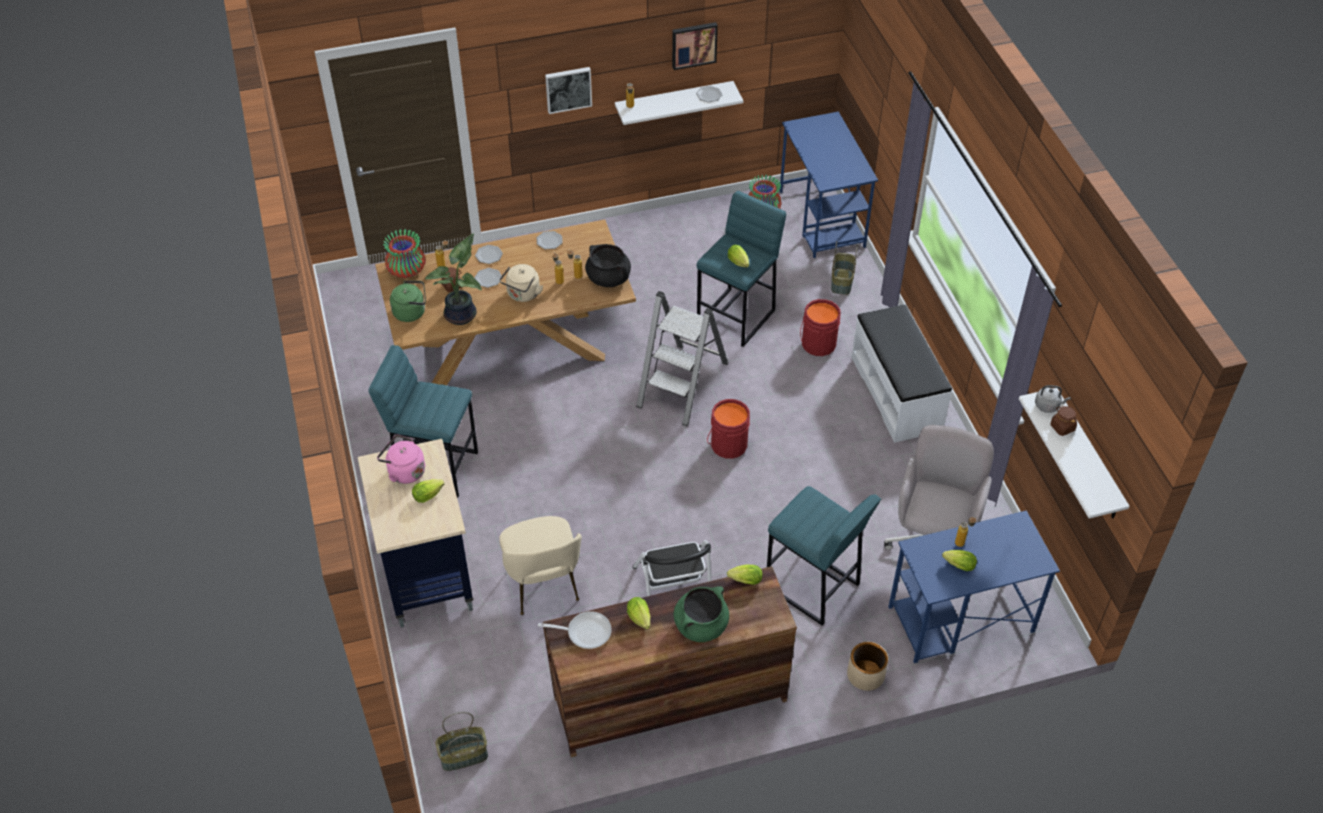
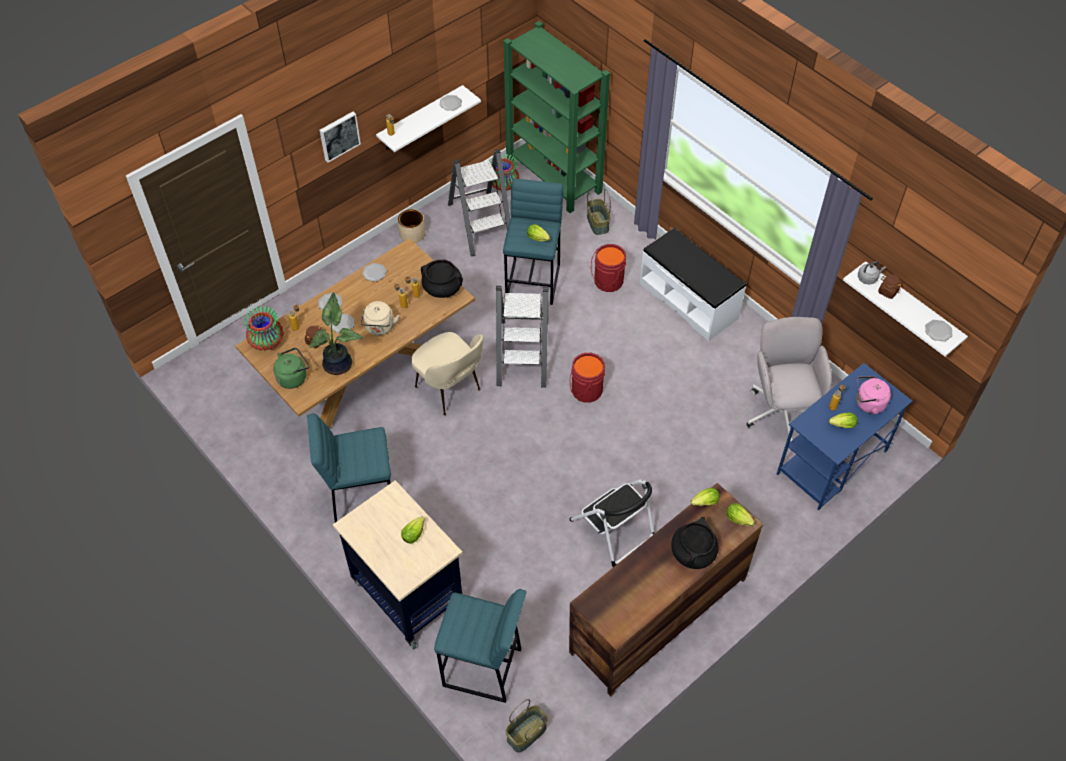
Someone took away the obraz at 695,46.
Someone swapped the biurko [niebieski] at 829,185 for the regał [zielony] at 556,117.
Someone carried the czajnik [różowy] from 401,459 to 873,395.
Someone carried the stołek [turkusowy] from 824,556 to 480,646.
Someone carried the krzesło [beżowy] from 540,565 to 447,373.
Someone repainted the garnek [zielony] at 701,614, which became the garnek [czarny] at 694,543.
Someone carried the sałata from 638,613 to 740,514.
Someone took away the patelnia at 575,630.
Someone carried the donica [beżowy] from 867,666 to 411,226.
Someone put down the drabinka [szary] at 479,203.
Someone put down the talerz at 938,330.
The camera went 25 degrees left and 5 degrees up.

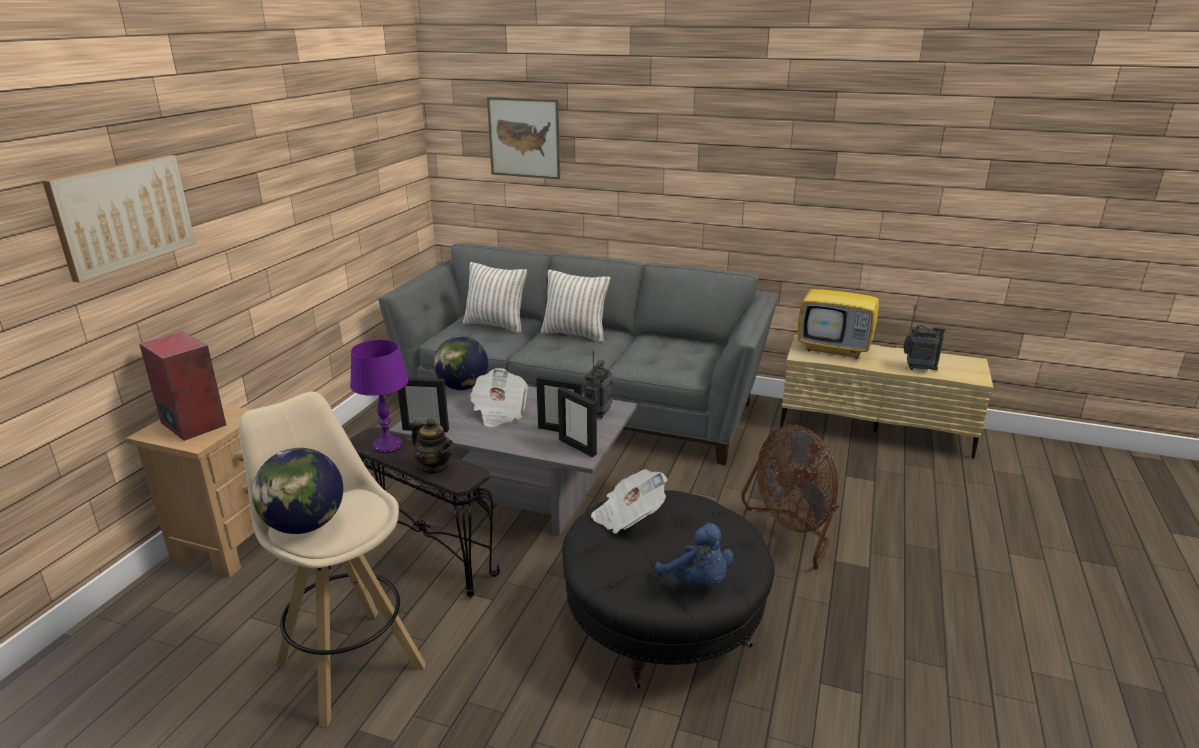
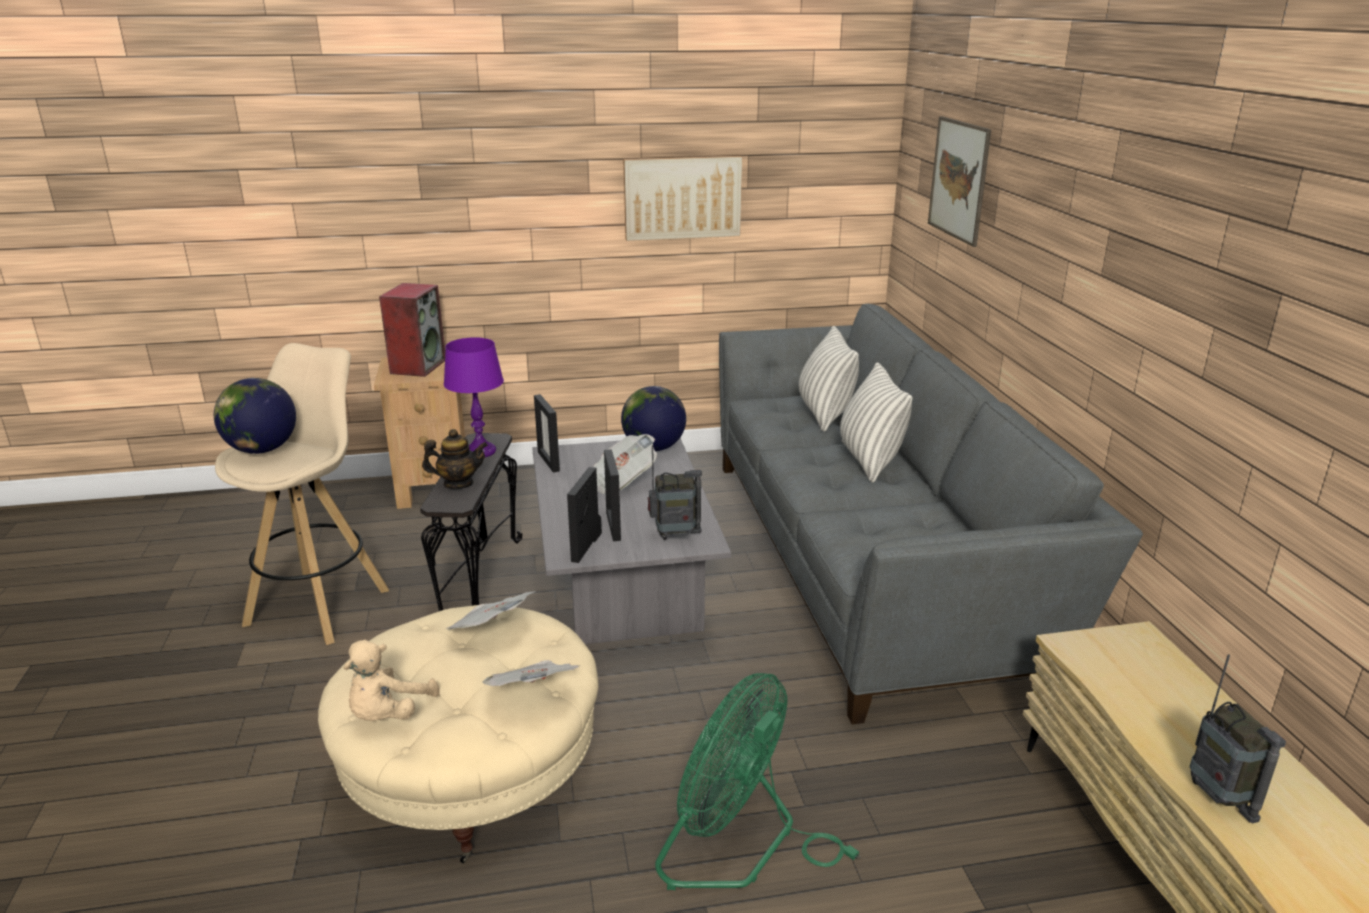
Someone carried the obraz from 119,219 to 682,198.
Someone took away the telewizor at 838,308.
Someone rotated the imbryk at 432,446 by 105 degrees counterclockwise.
Someone repainted the wentylator [brązowy] at 790,497, which became the wentylator [zielony] at 757,782.
Someone repainted the pufa [czarny] at 668,589, which became the pufa [beżowy] at 458,734.
Someone repainted the pluszak [niebieski] at 694,554, which became the pluszak [beżowy] at 392,680.
Someone put down the gazeta at 531,673.
The camera went 60 degrees right and 0 degrees up.

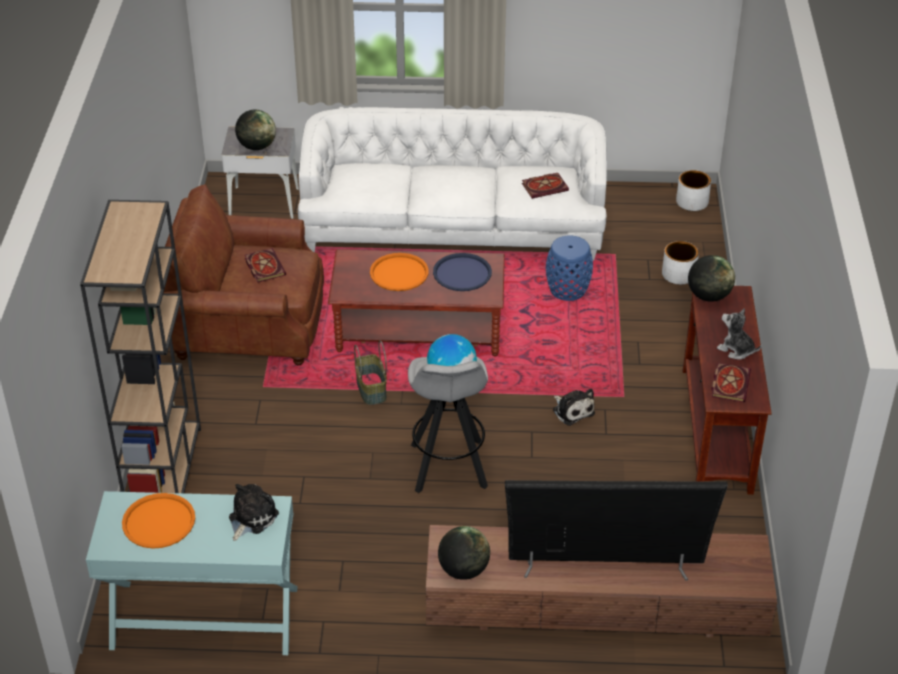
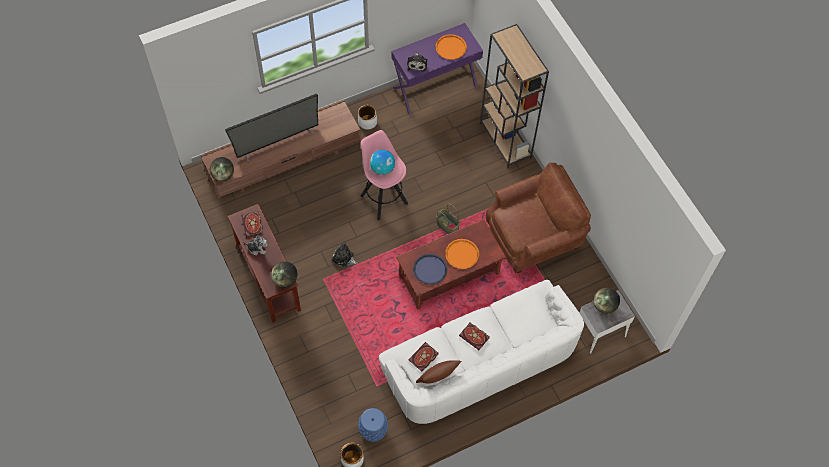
Someone carried the stołek [niebieski] from 569,268 to 373,425.
Someone carried the donica [biały] from 680,263 to 367,117.
Someone carried the książka from 265,265 to 474,336.
Someone repainted the stołek [szary] at 448,425, which became the stołek [różowy] at 384,175.
Someone repainted the biurko [turkusowy] at 192,573, which became the biurko [fioletowy] at 437,69.
Someone carried the globus from 464,553 to 222,169.
Someone put down the poduszka [brązowy] at 438,371.
The camera went 150 degrees right and 20 degrees up.

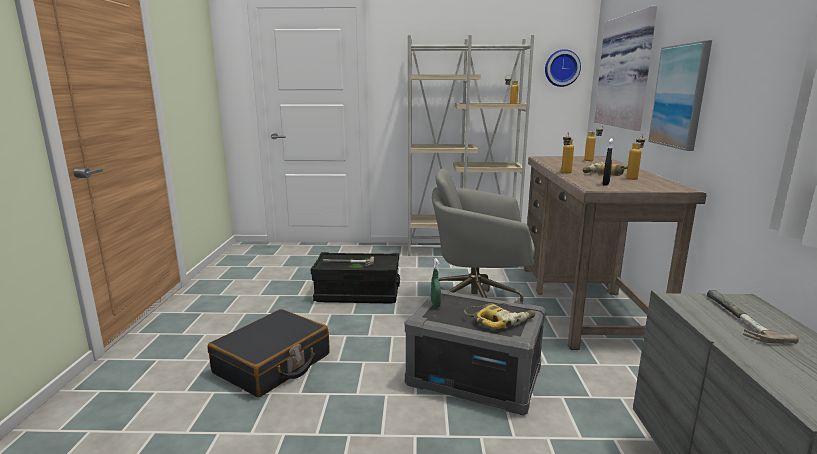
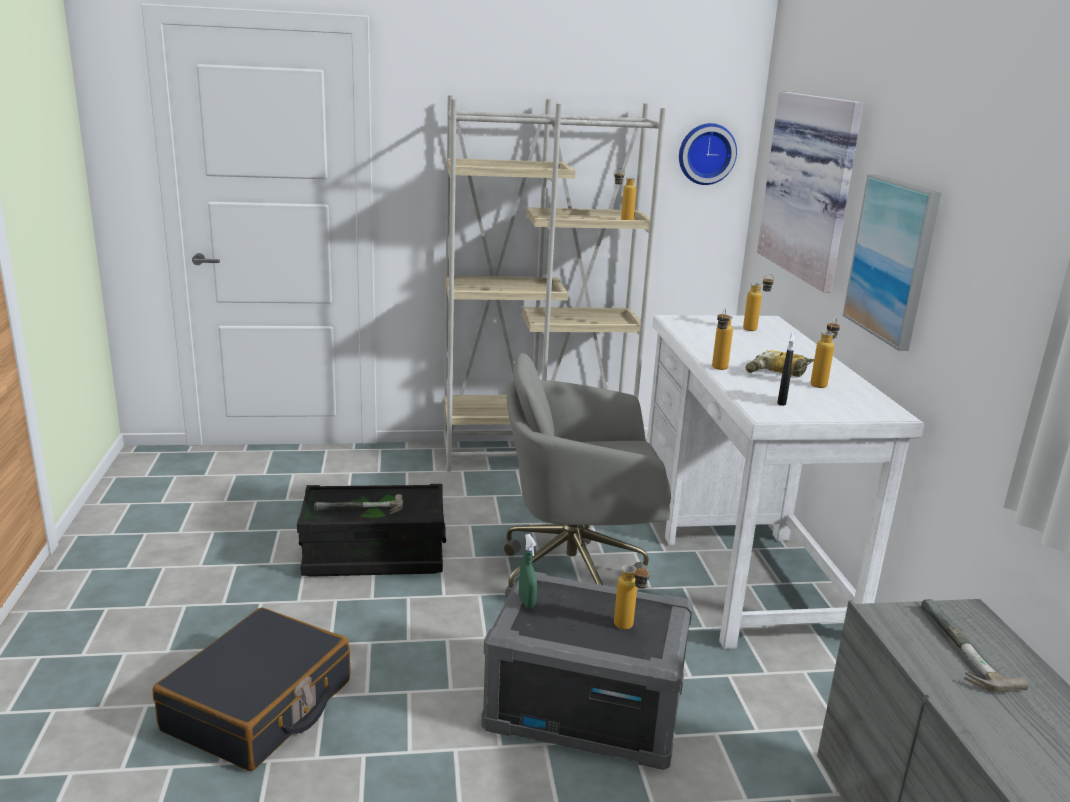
Someone repainted the biurko [brązowy] at 615,253, which became the biurko [biały] at 785,482.
Someone swapped the wiertarka at 500,316 for the butelka at 632,596.
The camera went 10 degrees left and 5 degrees up.

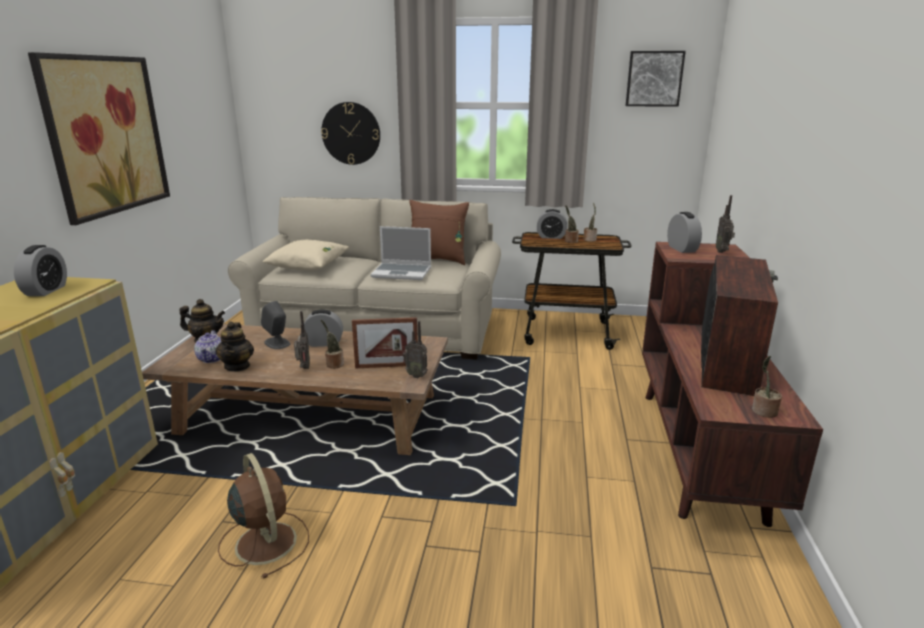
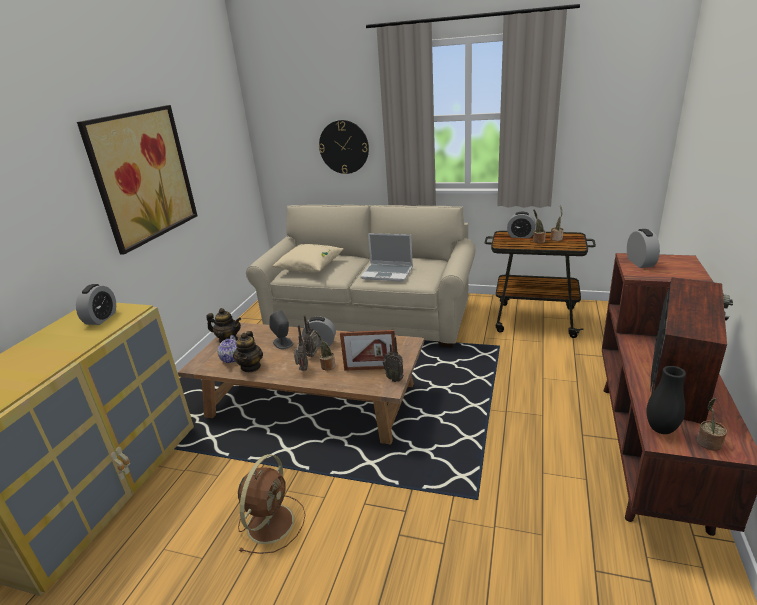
Someone took away the obraz at 656,79.
Someone carried the radio from 725,224 to 311,336.
Someone took away the poduszka [brązowy] at 439,232.
Someone rotated the wentylator [brązowy] at 263,516 by 45 degrees clockwise.
Someone put down the wazon [czarny] at 666,400.
The camera went 10 degrees right and 5 degrees up.

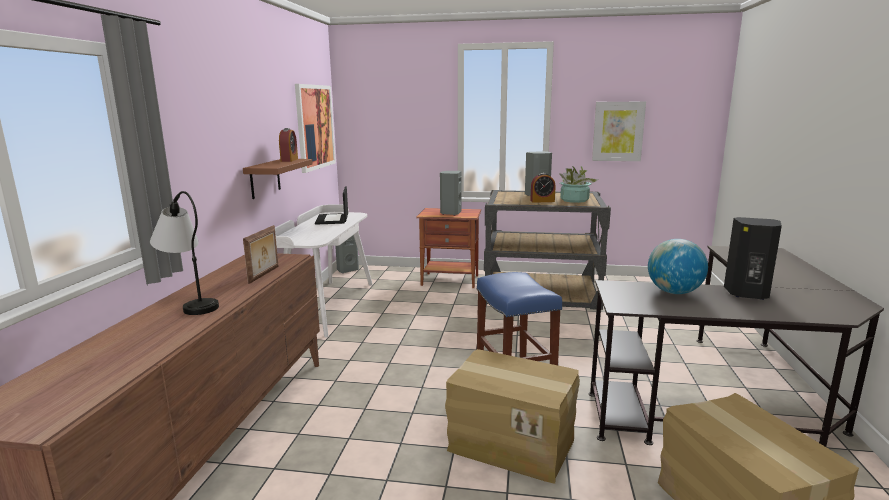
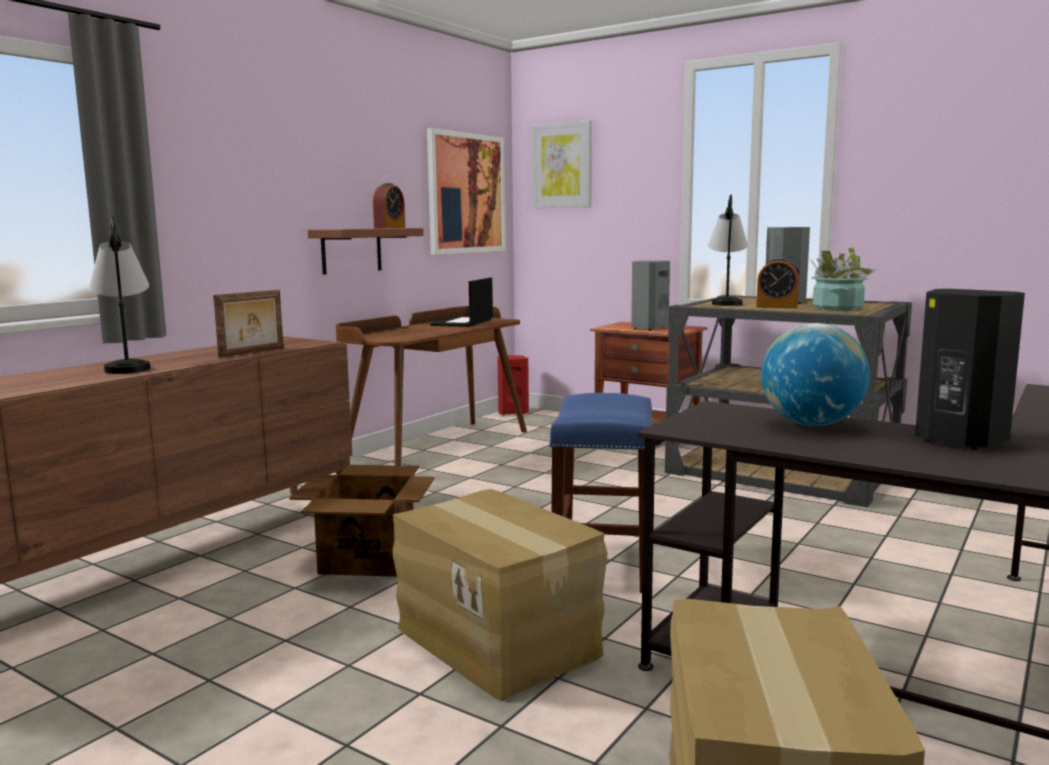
Someone carried the obraz from 619,131 to 562,164.
Someone repainted the biurko [biały] at 324,271, which became the biurko [brązowy] at 431,386.
Someone repainted the głośnik [szary] at 347,254, which became the głośnik [czerwony] at 513,385.
Someone put down the lampa stołowa at 728,250.
Someone put down the karton at 361,521.
The camera went 25 degrees right and 5 degrees down.

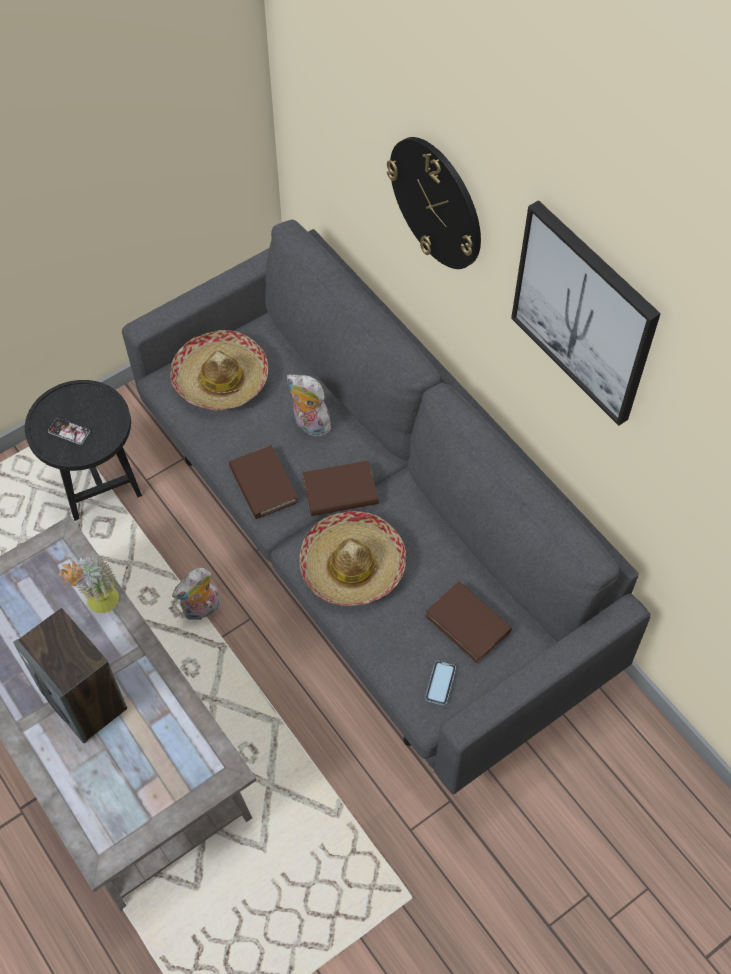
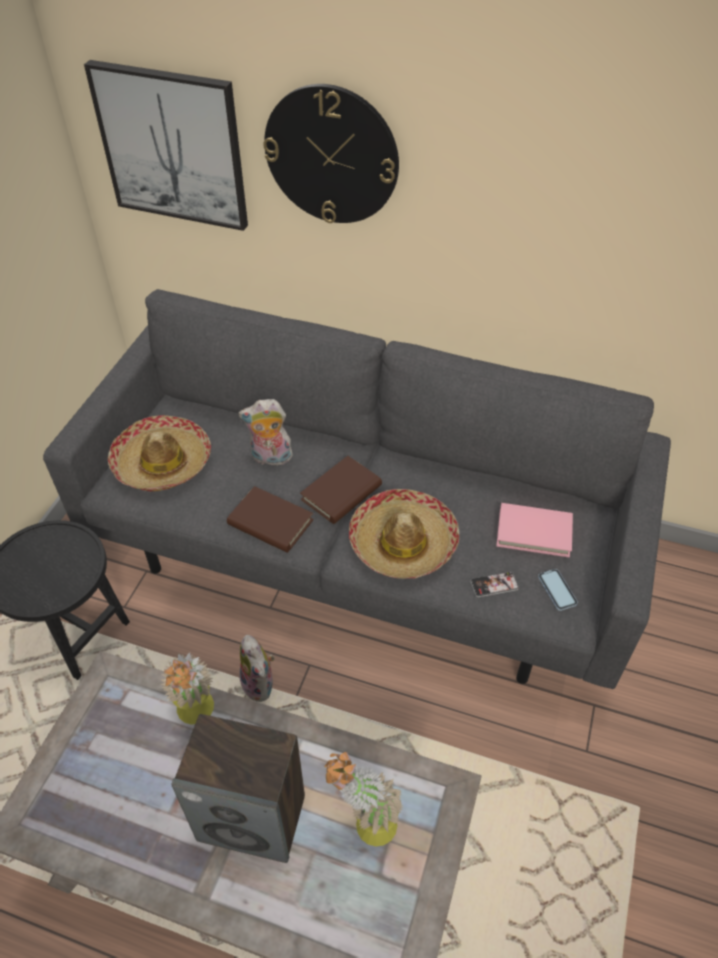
Someone carried the obraz from 586,313 to 166,145.
Someone carried the telefon from 69,431 to 494,584.
Someone rotated the pluszak at 196,594 by 45 degrees counterclockwise.
Someone repainted the książka [brązowy] at 468,622, which became the książka [różowy] at 534,530.
Someone put down the roślina doniczkowa at 363,799.
The camera went 35 degrees left and 10 degrees down.

